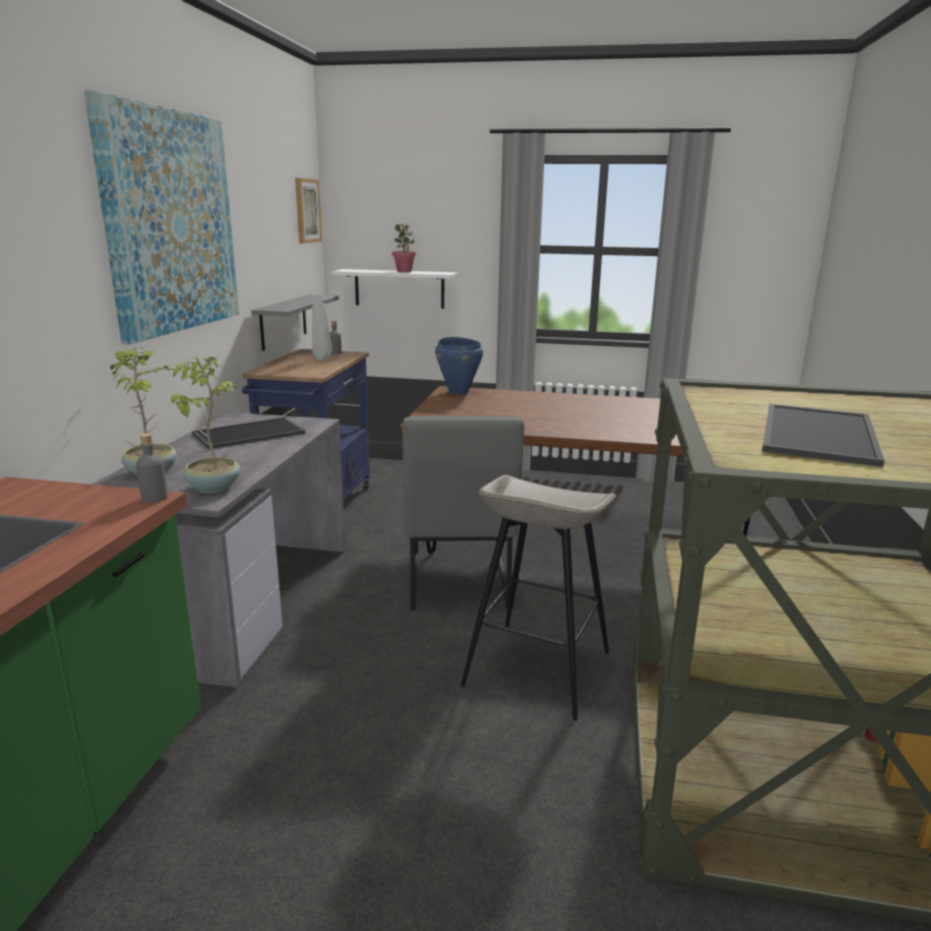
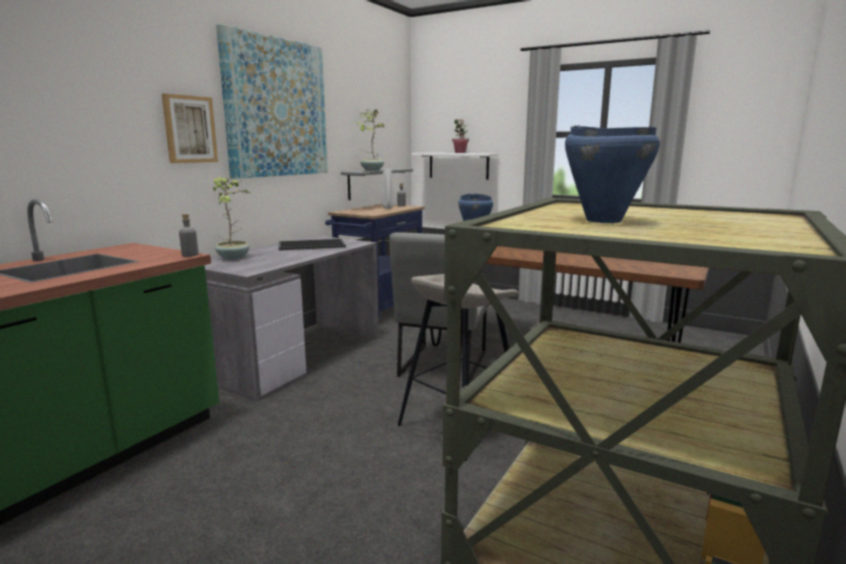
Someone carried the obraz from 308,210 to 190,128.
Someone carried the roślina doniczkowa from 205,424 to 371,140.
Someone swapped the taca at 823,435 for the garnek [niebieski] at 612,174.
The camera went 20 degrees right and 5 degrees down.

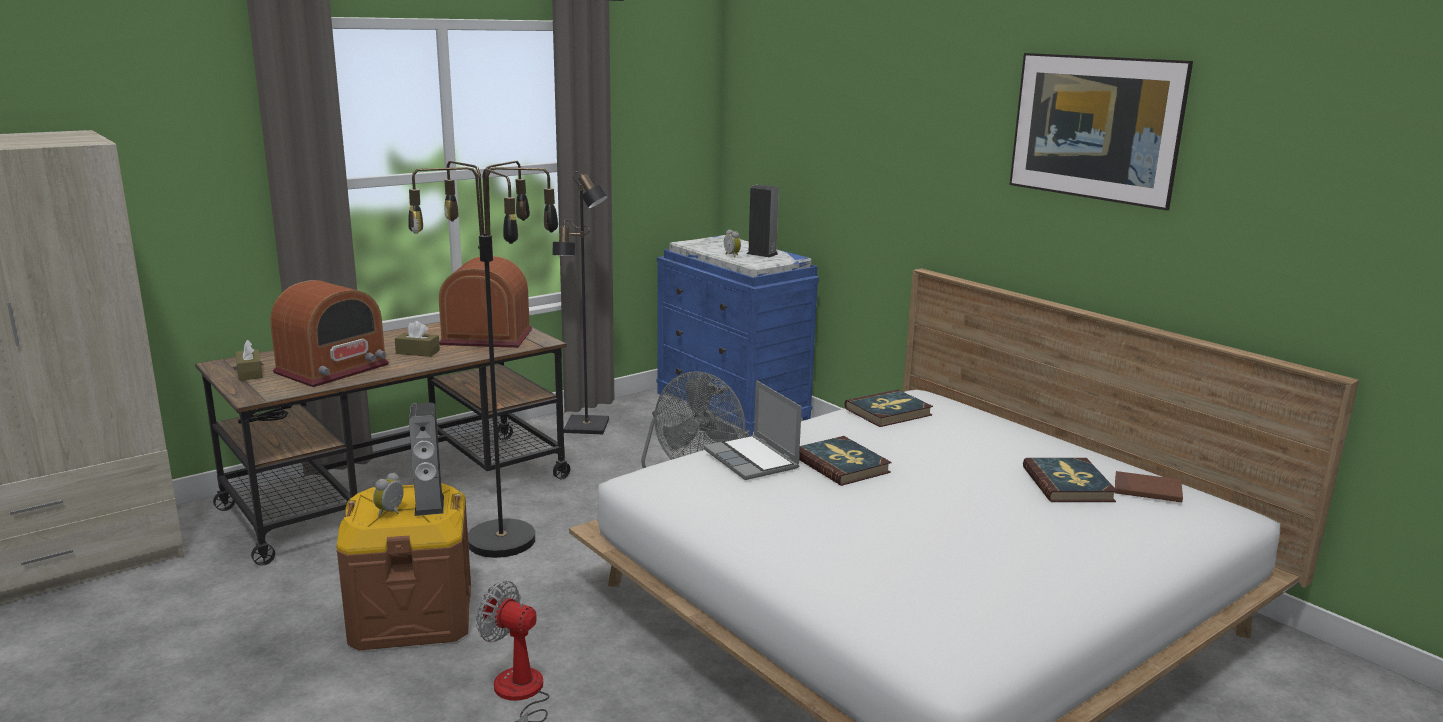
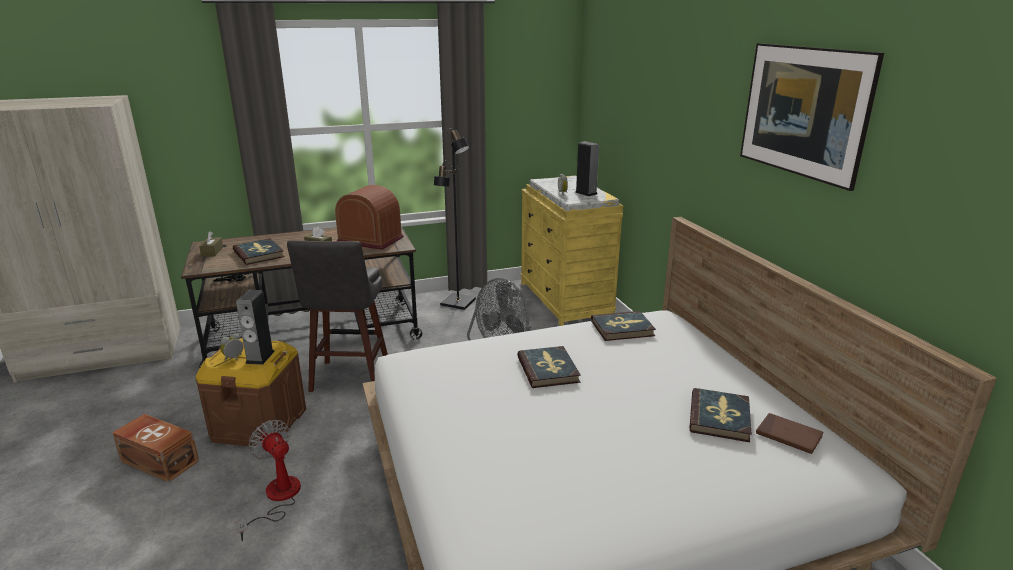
Someone swapped the lampa stojąca at 483,359 for the stołek [szary] at 337,316.
Someone repainted the komoda [niebieski] at 738,335, which became the komoda [żółty] at 572,251.
Someone swapped the radio at 329,333 for the książka at 259,251.
Someone took away the laptop at 753,430.
Someone put down the pojemnik do przechowywania [brązowy] at 155,448.
The camera went 20 degrees right and 5 degrees up.

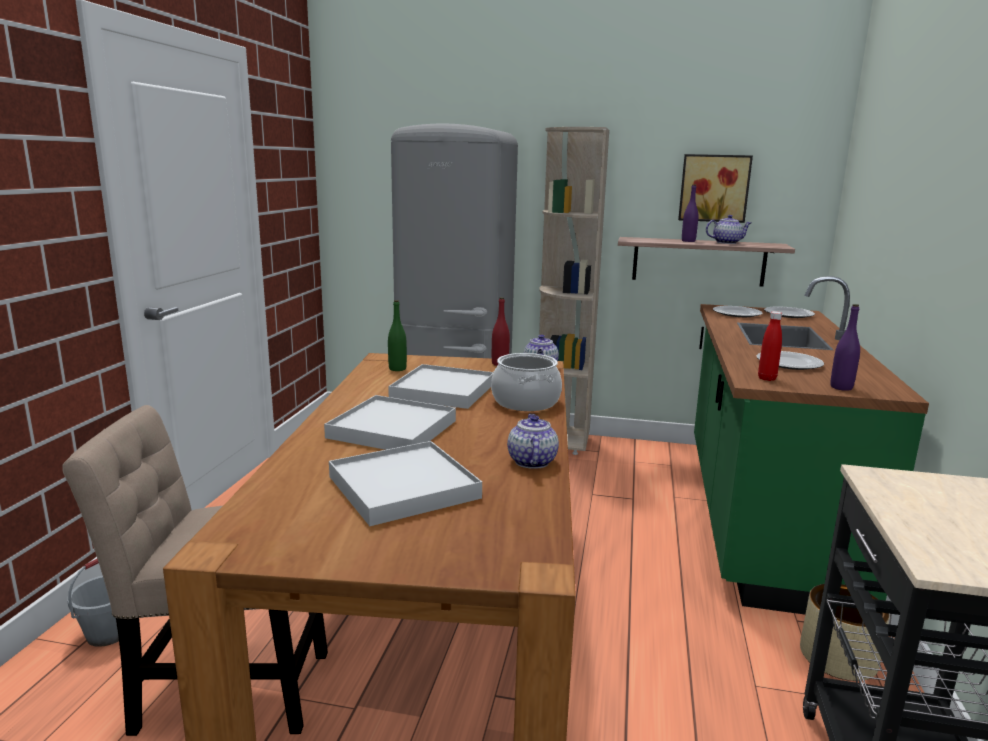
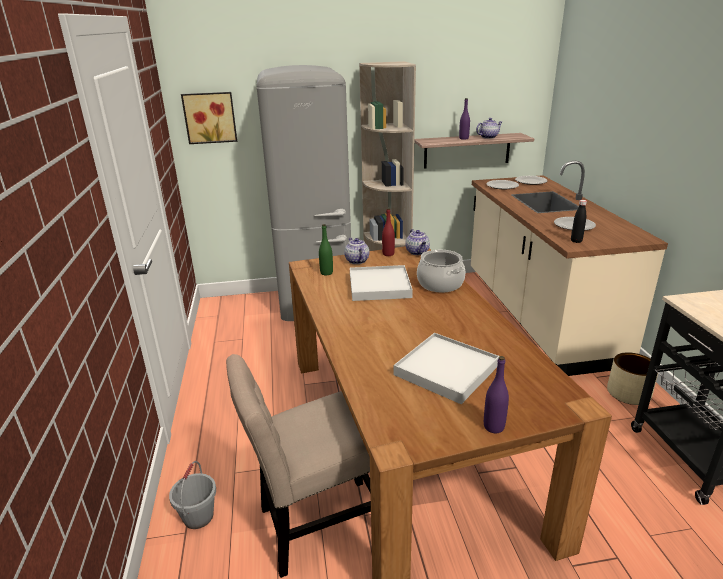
Someone carried the obraz from 715,188 to 209,118.
Someone repainted the zabudowa kuchenna [zielony] at 811,445, which became the zabudowa kuchenna [beżowy] at 569,268.
Someone carried the butelka [fioletowy] from 845,347 to 496,394.
Someone repainted the butelka [czerwony] at 770,346, which became the butelka [czarny] at 579,221.
Someone took away the taca [biały] at 390,422.
Someone carried the imbryk from 533,441 to 357,251.
The camera went 20 degrees left and 10 degrees up.

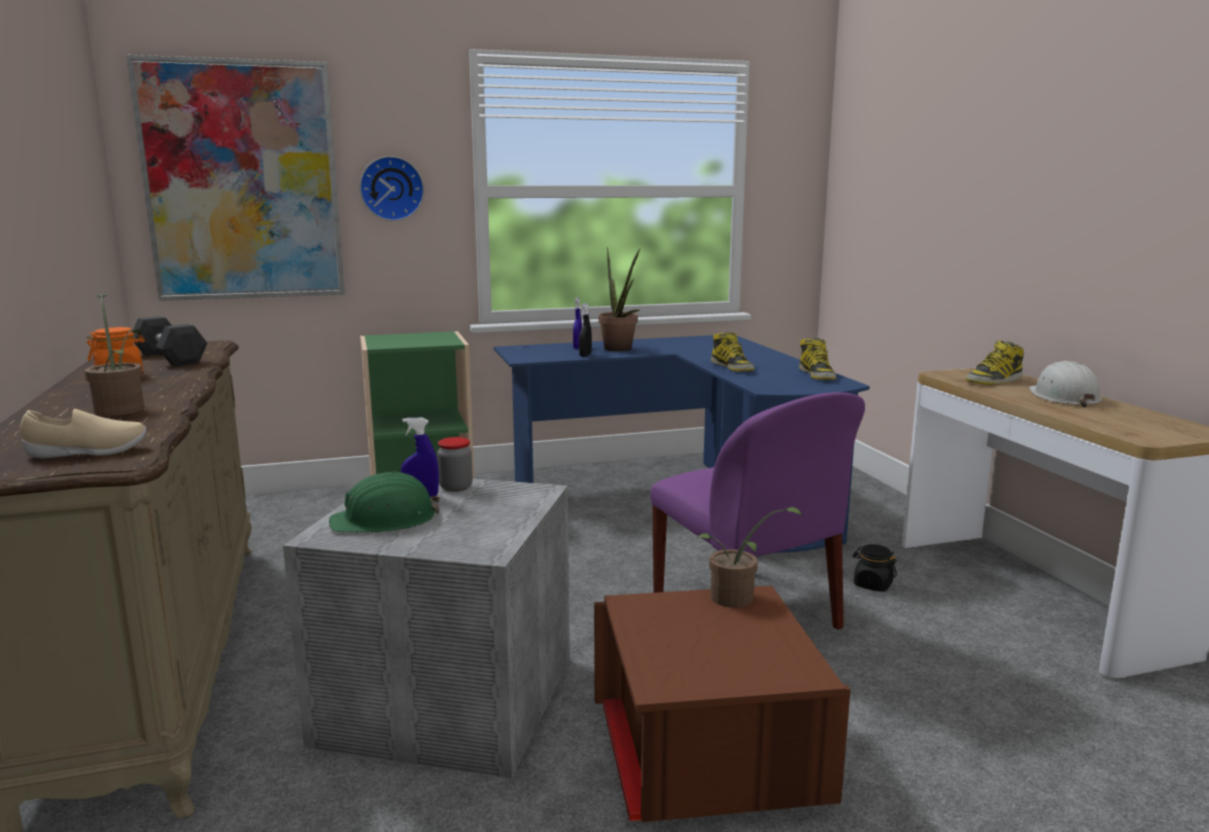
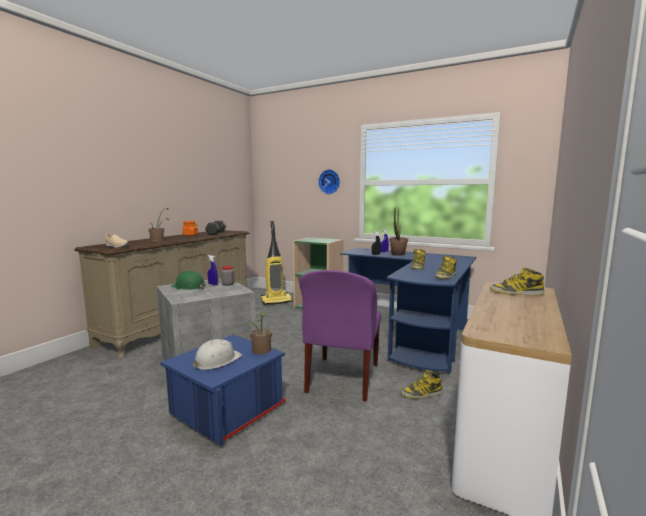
Someone took away the obraz at 235,178.
Someone carried the kask [biały] from 1065,384 to 217,354.
Someone swapped the słoik [czarny] at 874,568 for the but z cholewką at 421,384.
Someone repainted the pojemnik do przechowywania [brązowy] at 722,703, which became the pojemnik do przechowywania [niebieski] at 223,390.
Someone put down the odkurzacz at 277,263.
The camera went 45 degrees right and 5 degrees down.

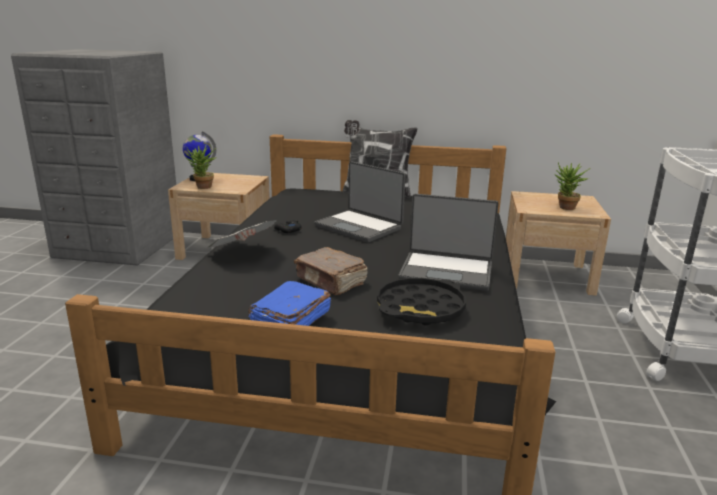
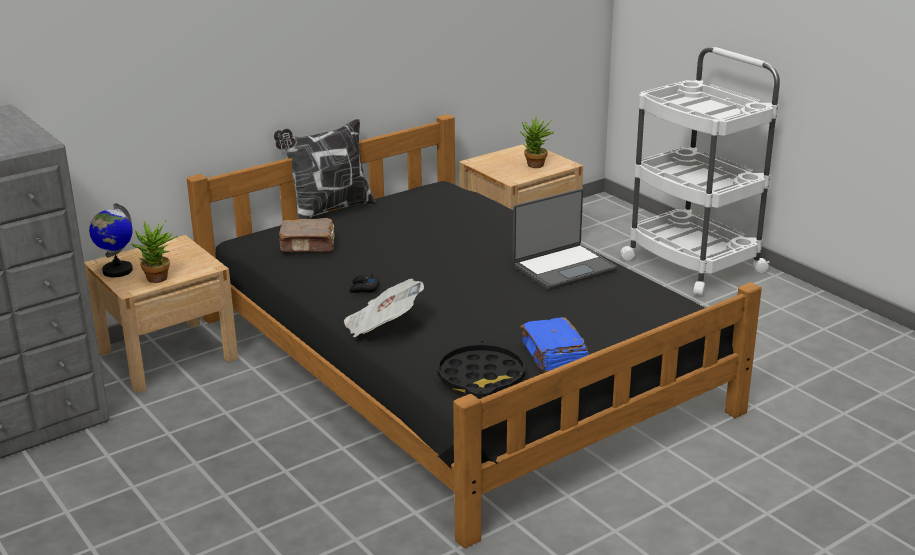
Someone took away the laptop at 360,201.
Someone carried the książka [brązowy] from 331,271 to 306,235.
Someone carried the taca [czarny] from 421,302 to 481,368.
The camera went 45 degrees left and 5 degrees up.

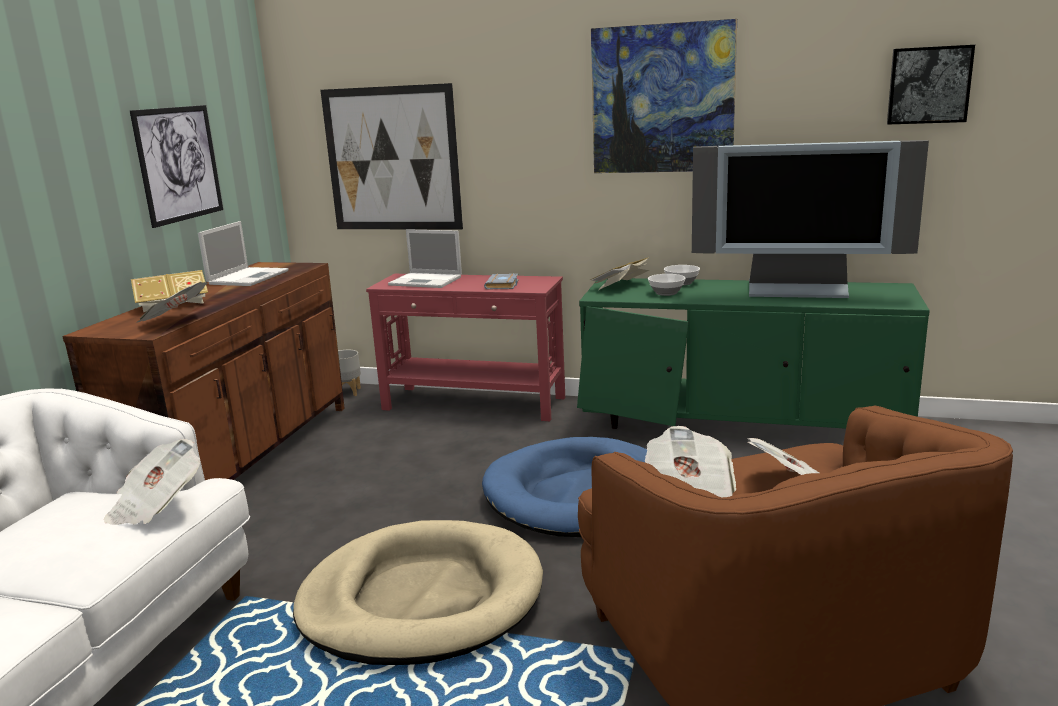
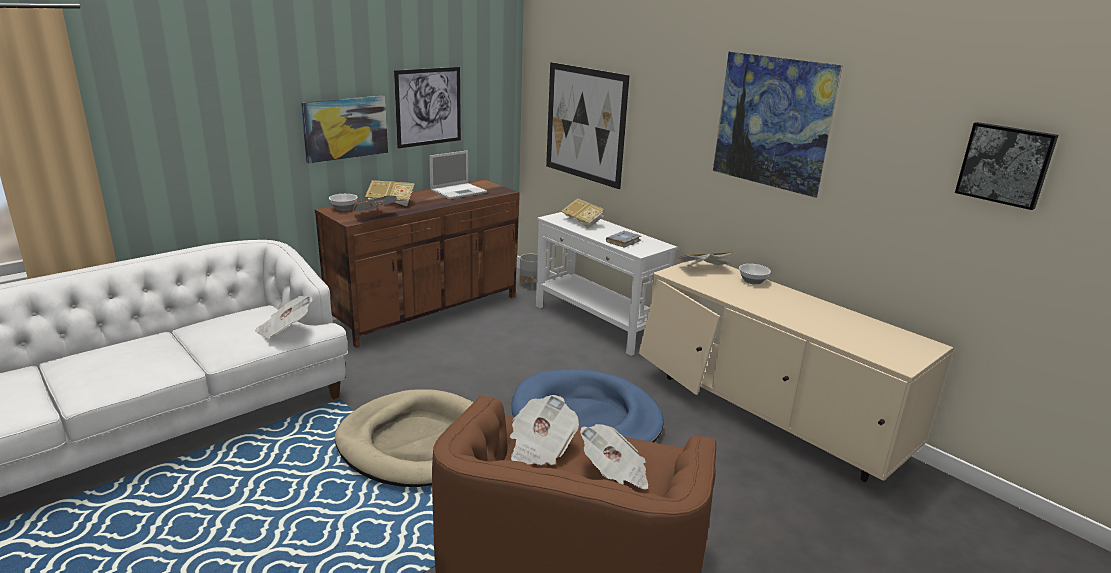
Someone took away the telewizor at 810,219.
Someone swapped the laptop at 425,258 for the książka at 582,213.
Someone repainted the stolik konsolowy [czerwony] at 465,347, which became the stolik konsolowy [biały] at 606,284.
Someone carried the miska from 667,285 to 343,202.
Someone repainted the szafka pod telewizor [zielony] at 753,353, which became the szafka pod telewizor [beżowy] at 796,371.
Someone put up the obraz at 344,130.
The camera went 30 degrees right and 5 degrees up.

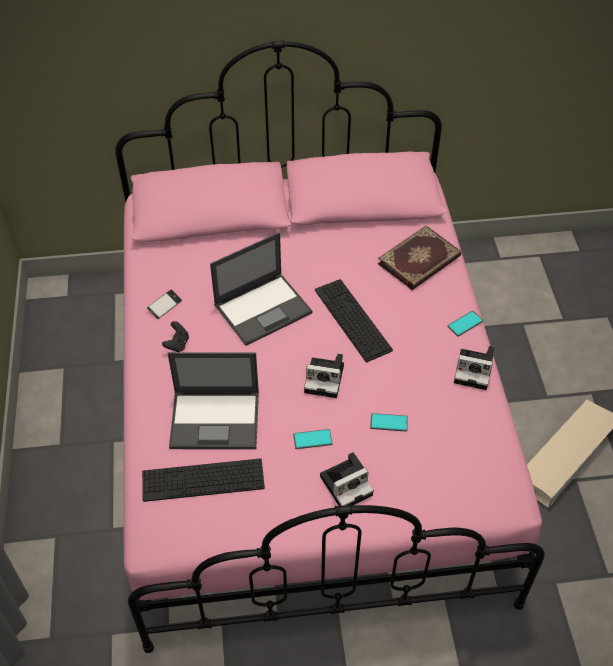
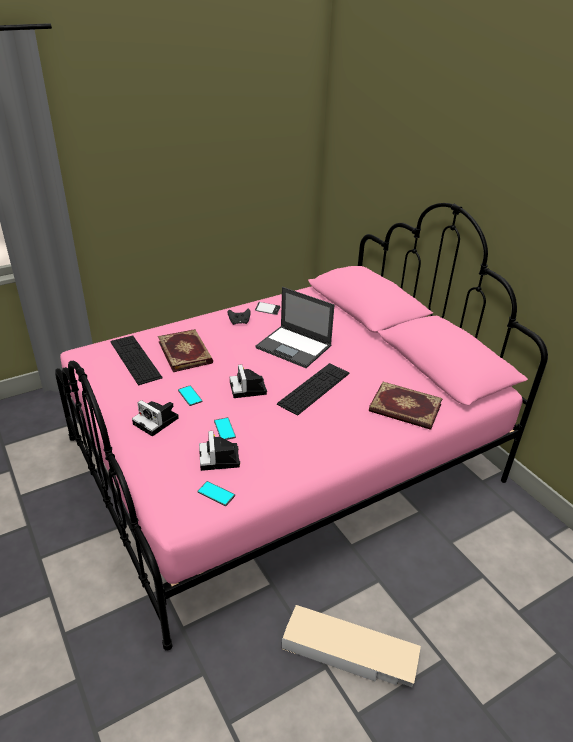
Someone carried the telefon from 465,324 to 216,493.
Someone carried the aparat fotograficzny from 474,368 to 219,451.
Someone swapped the laptop at 213,400 for the książka at 185,350.
The camera went 65 degrees right and 15 degrees down.

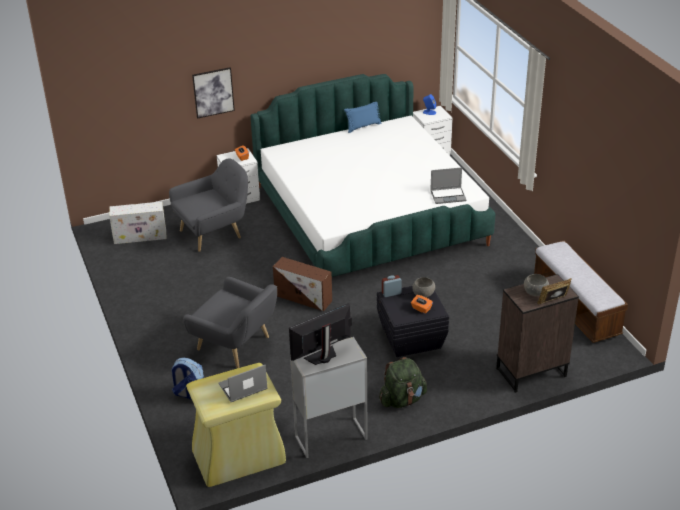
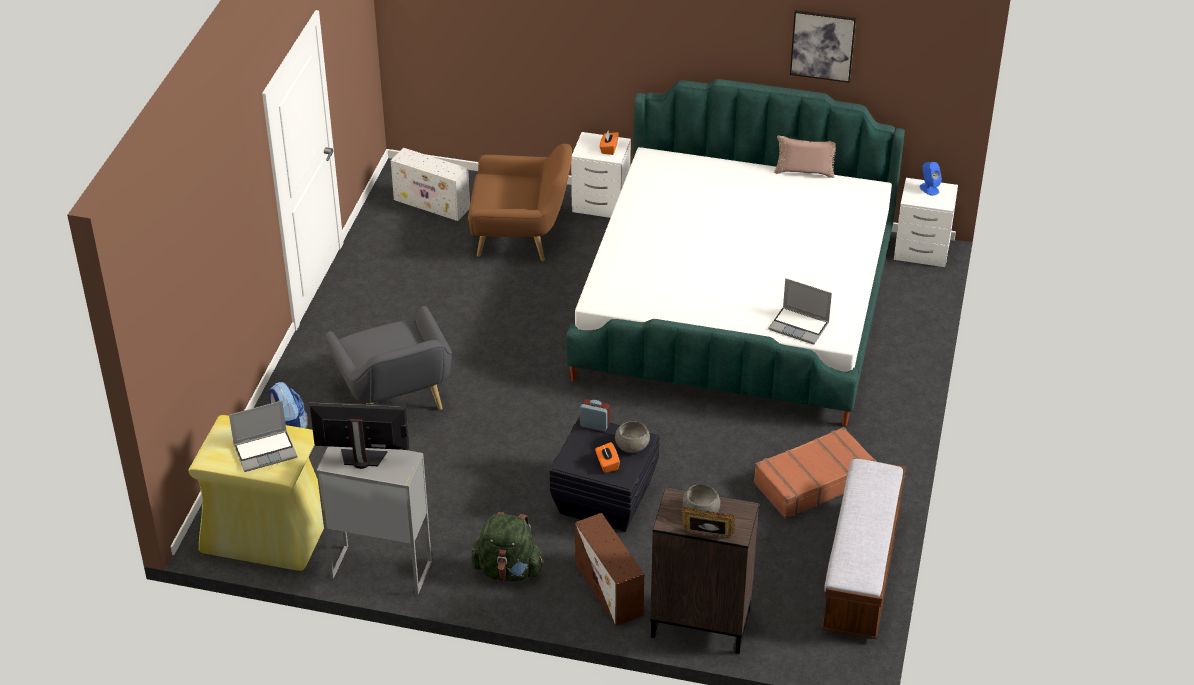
Someone carried the obraz from 213,93 to 823,46.
Someone repainted the poduszka [niebieski] at 362,117, which became the poduszka [beżowy] at 805,156.
Someone repainted the fotel [szary] at 208,205, which became the fotel [brązowy] at 520,202.
Someone carried the pojemnik do przechowywania [brązowy] from 302,284 to 609,569.
Someone rotated the laptop at 243,383 by 150 degrees clockwise.
Someone put down the walizka [brązowy] at 815,473.
The camera went 35 degrees right and 5 degrees up.

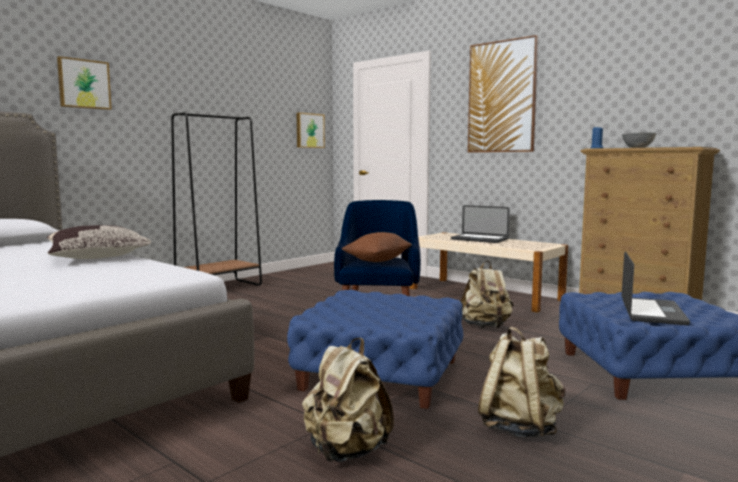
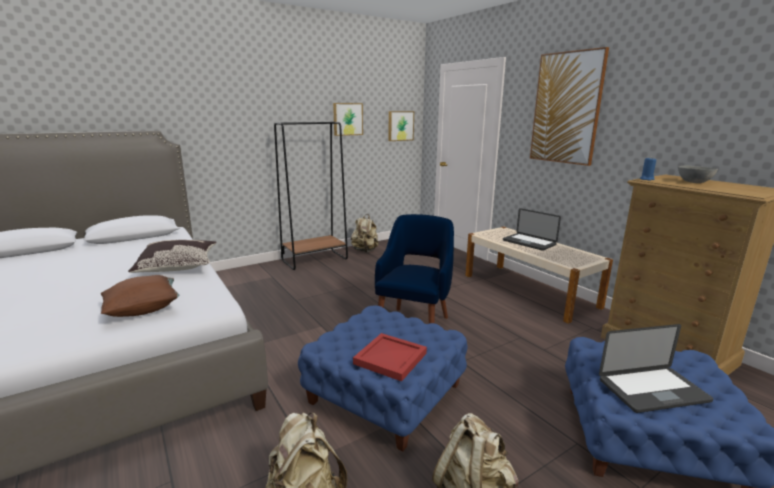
Someone carried the obraz from 84,83 to 348,119.
Someone carried the poduszka [brązowy] from 376,247 to 140,296.
Someone rotated the laptop at 656,288 by 45 degrees clockwise.
Someone carried the plecak [beżowy] from 487,294 to 365,233.
Someone put down the taca [czerwony] at 390,357.
The camera went 15 degrees right and 10 degrees up.

